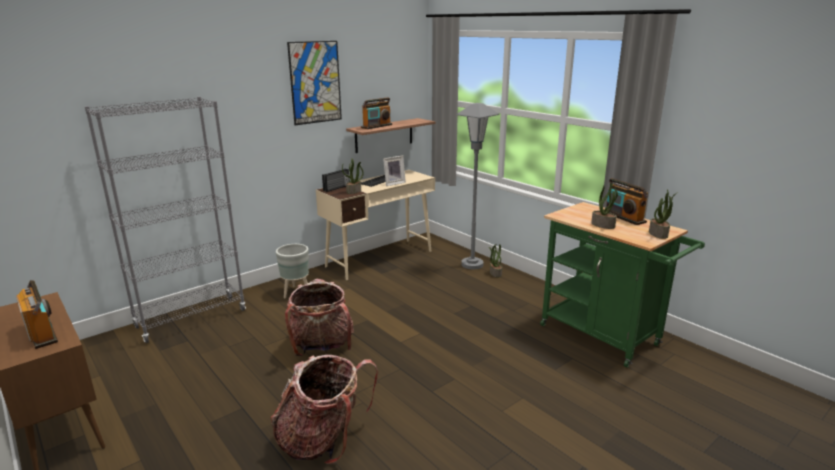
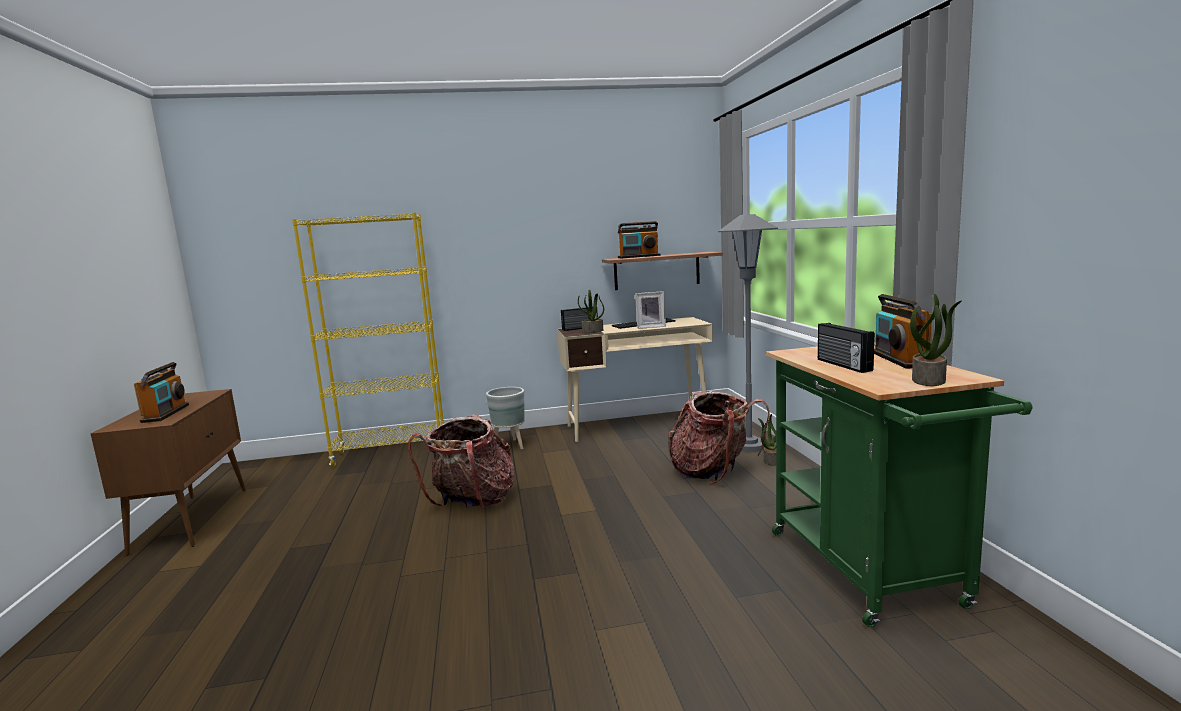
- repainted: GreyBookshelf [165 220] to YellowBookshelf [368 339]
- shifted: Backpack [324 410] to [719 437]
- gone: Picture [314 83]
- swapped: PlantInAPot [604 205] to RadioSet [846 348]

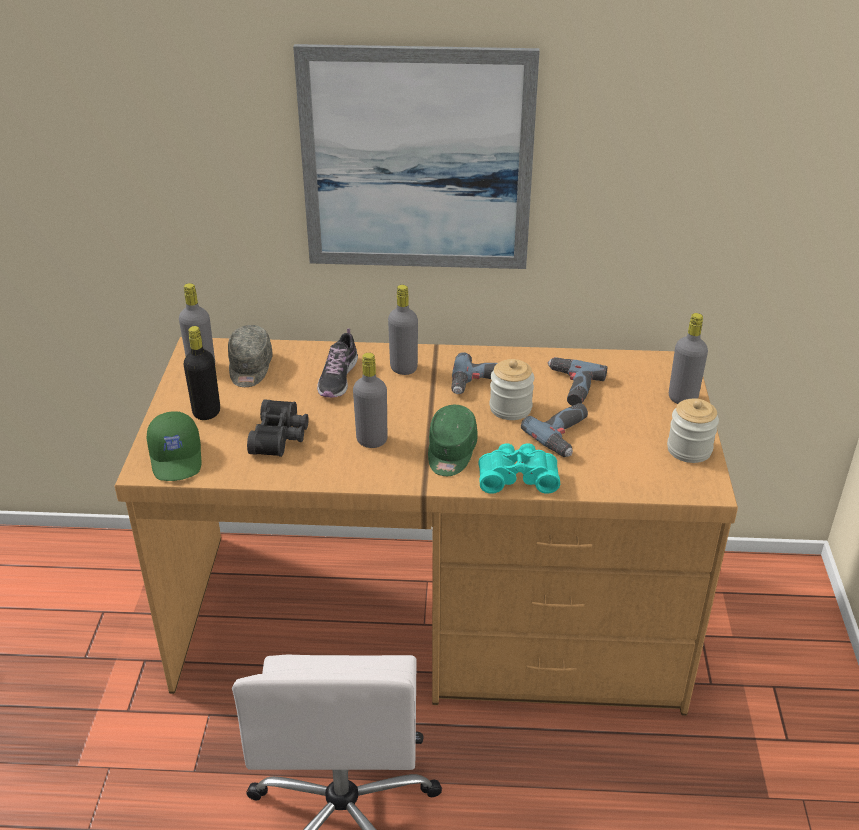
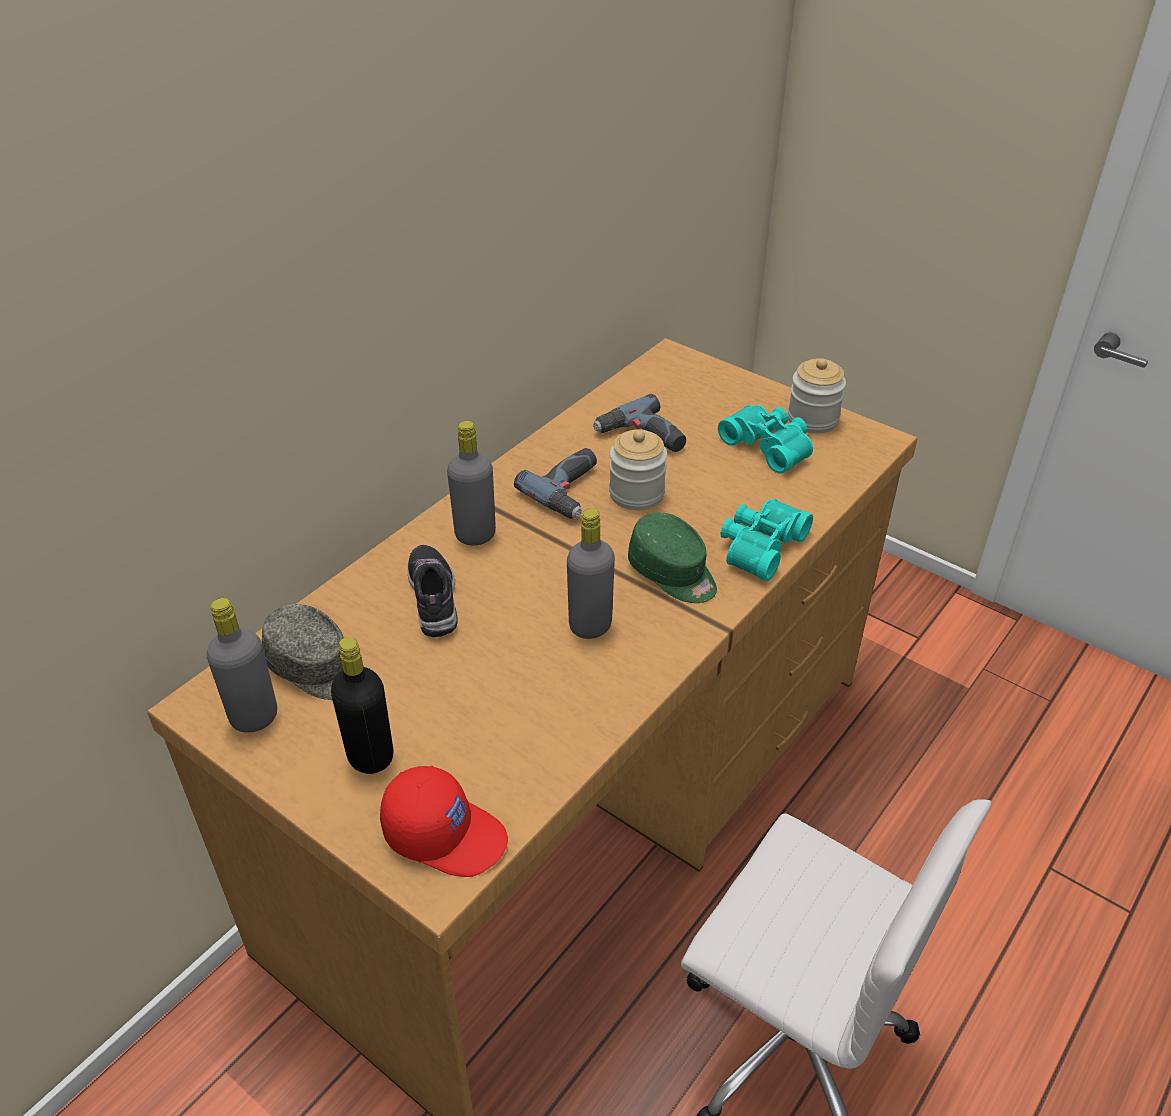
- repainted: GreenishPeakedCap [174 446] to ReddishPeakedCap [444 821]
- gone: BlackColouredBinoculars [278 428]
- gone: Picture [416 156]
- rotated: Shoe [337 363] = [432 591] 150 degrees counterclockwise
- gone: ElectricDrill [554 430]
- gone: GreyBottle [688 358]
- new: TurquoiseBinoculars [765 439]

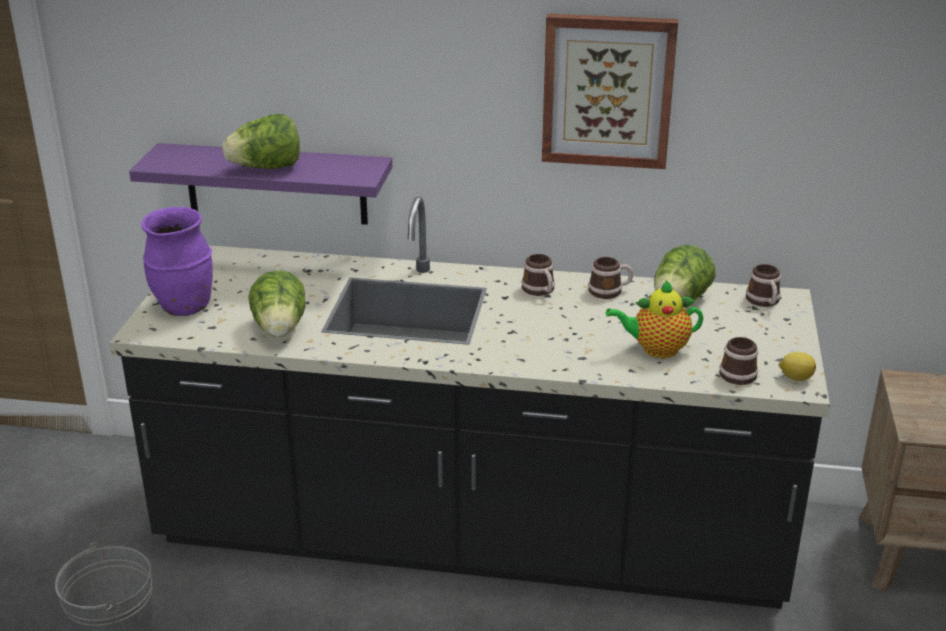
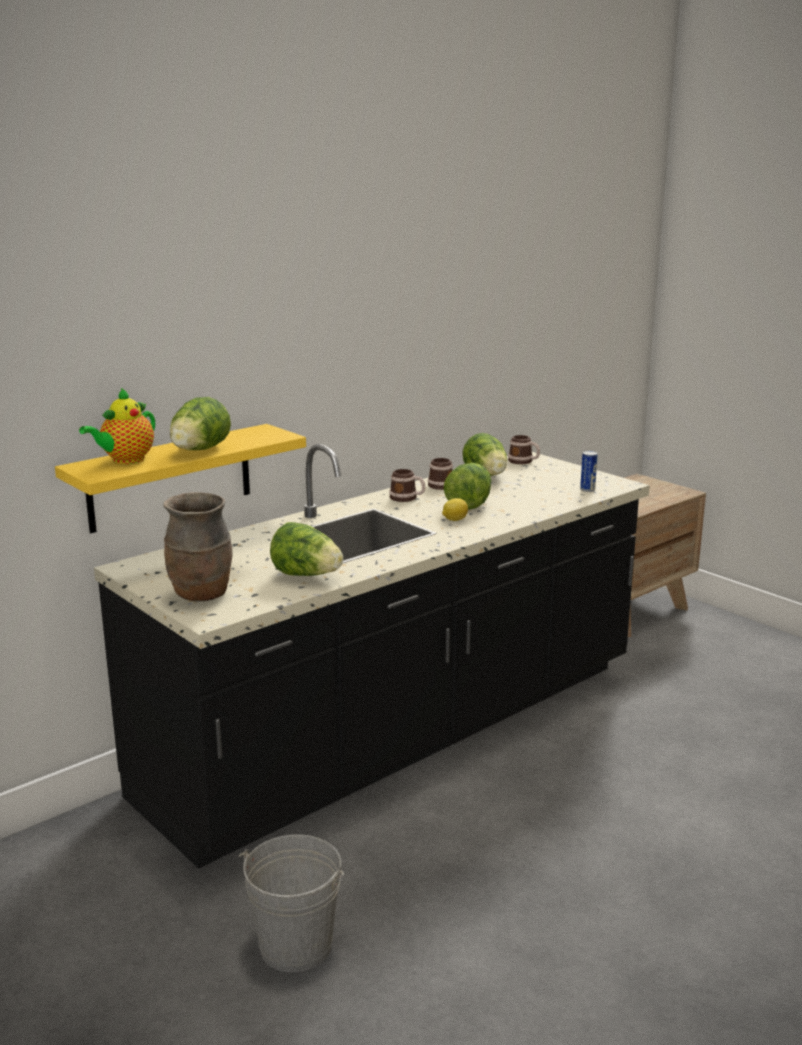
- repainted: PurpleColouredBracketShelf [260 184] to YellowBracketShelf [180 478]
- repainted: PurpleColouredFlowerVase [177 261] to BrownFlowerVase [197 547]
- gone: Picture [610 91]
- shifted: TeaPot [654 319] to [117 426]
- swapped: TeaMug [738 360] to SealedCan [589 471]
- shifted: CitrusFruit [797 366] to [455 509]
- new: LettuceHead [468 486]

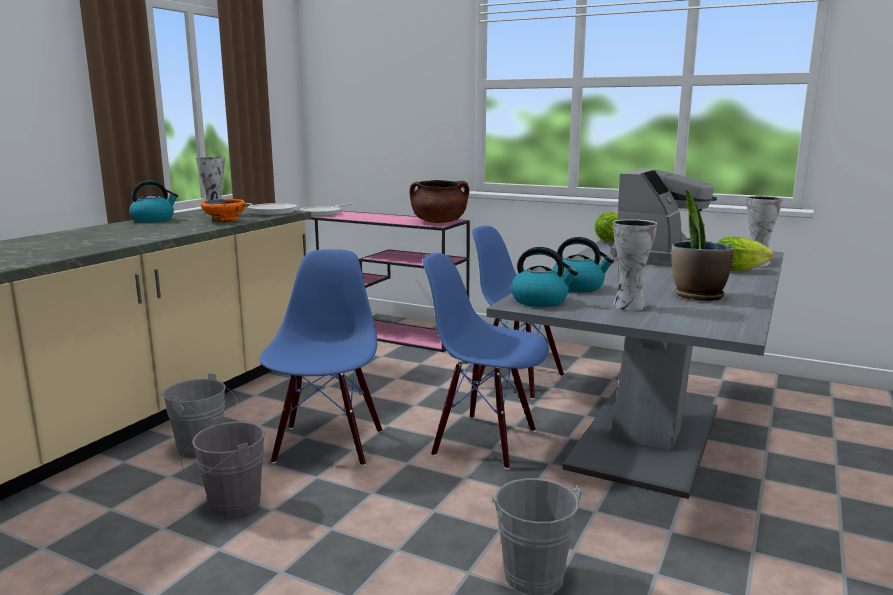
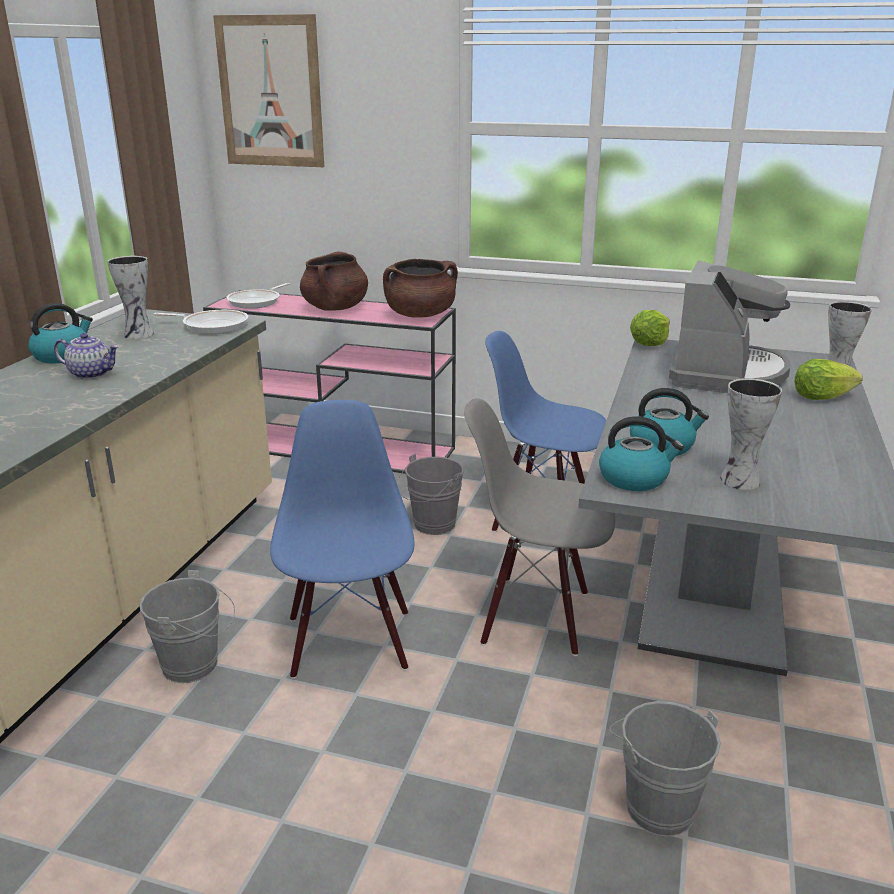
- shifted: GreyWaterBucket [223 467] to [430 494]
- gone: OrangeyDeepDish [223 211]
- repainted: BlueColouredUprightChair [486 361] to GreyUprightChair [539 527]
- gone: PlantInAPot [703 245]
- new: TeaPot [86 356]
- new: Picture [268 90]
- new: BrownCookingPot [334 281]

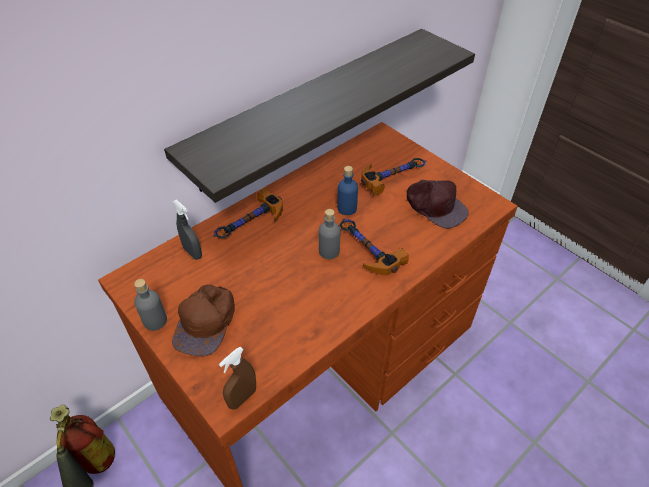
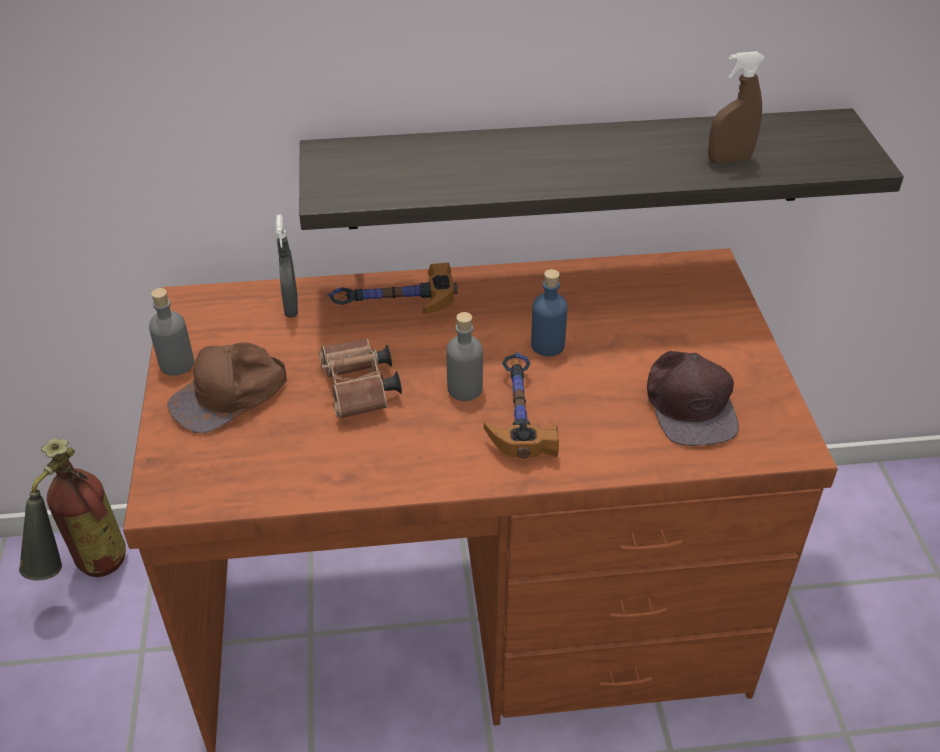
- shifted: BrownSprayer [237 378] to [736 107]
- gone: Hammer [393 177]
- new: BrownBinoculars [360 379]

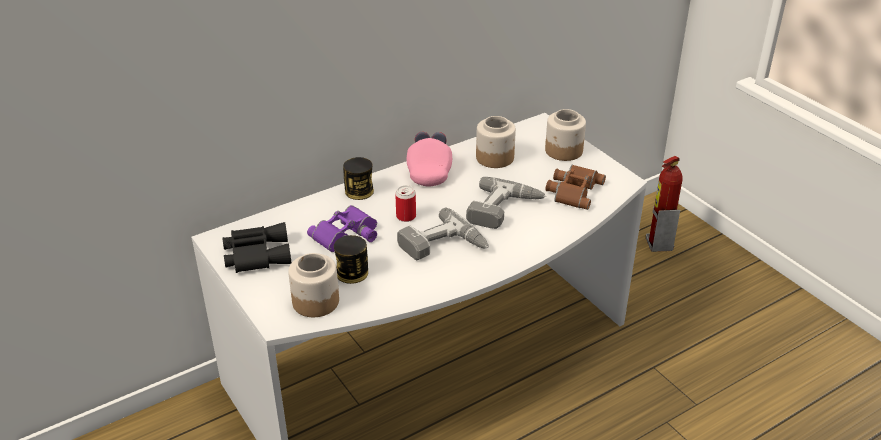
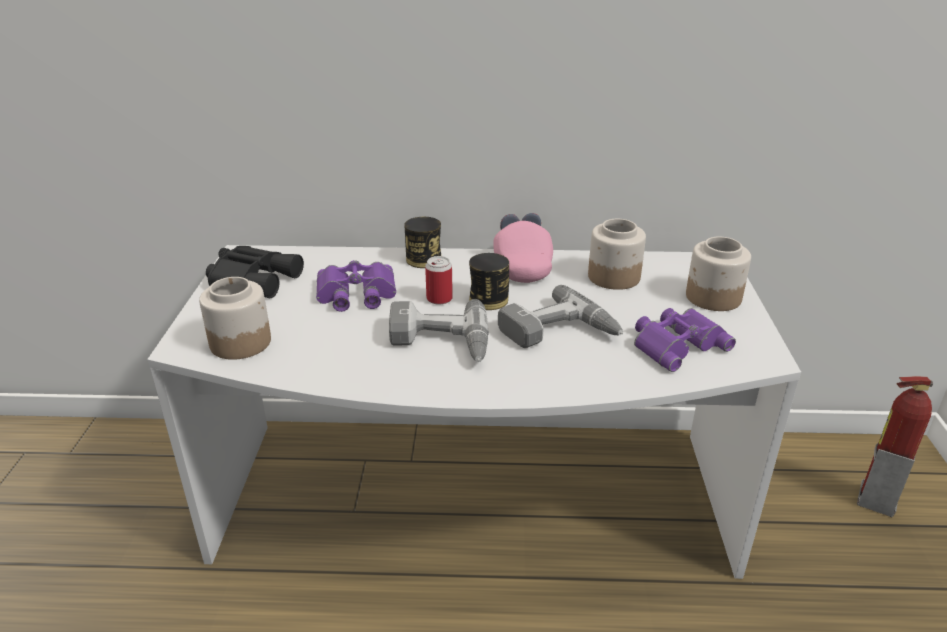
- shifted: SealedCan [351 259] to [489 281]
- rotated: PinkColouredPeakedCap [429 159] = [523 248] 45 degrees counterclockwise
- repainted: BrownBinoculars [576 187] to PurpleColouredBinoculars [685 340]

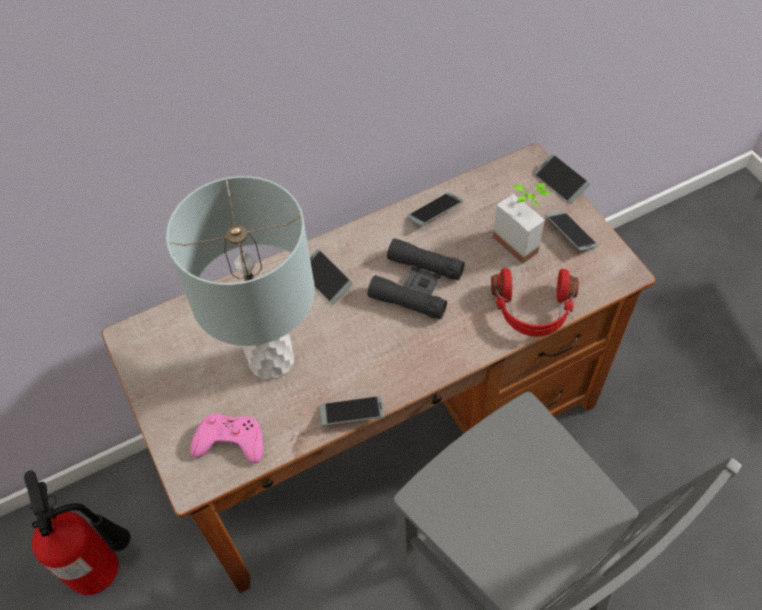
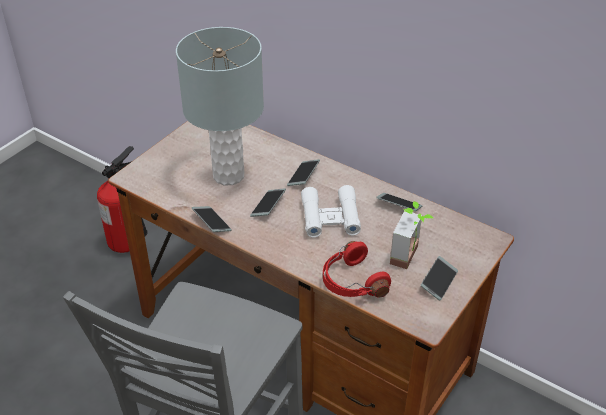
- gone: PinkColouredGameController [226 438]
- repainted: BlackColouredBinoculars [416 278] to WhiteBinoculars [331 211]
- shifted: Telephone [562 178] to [268 202]

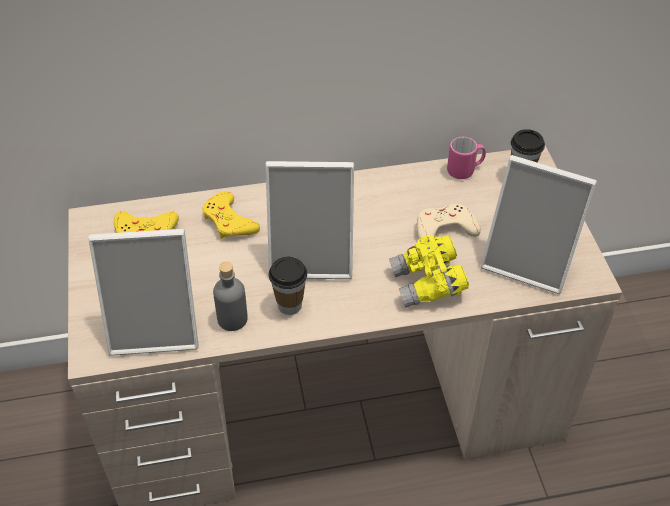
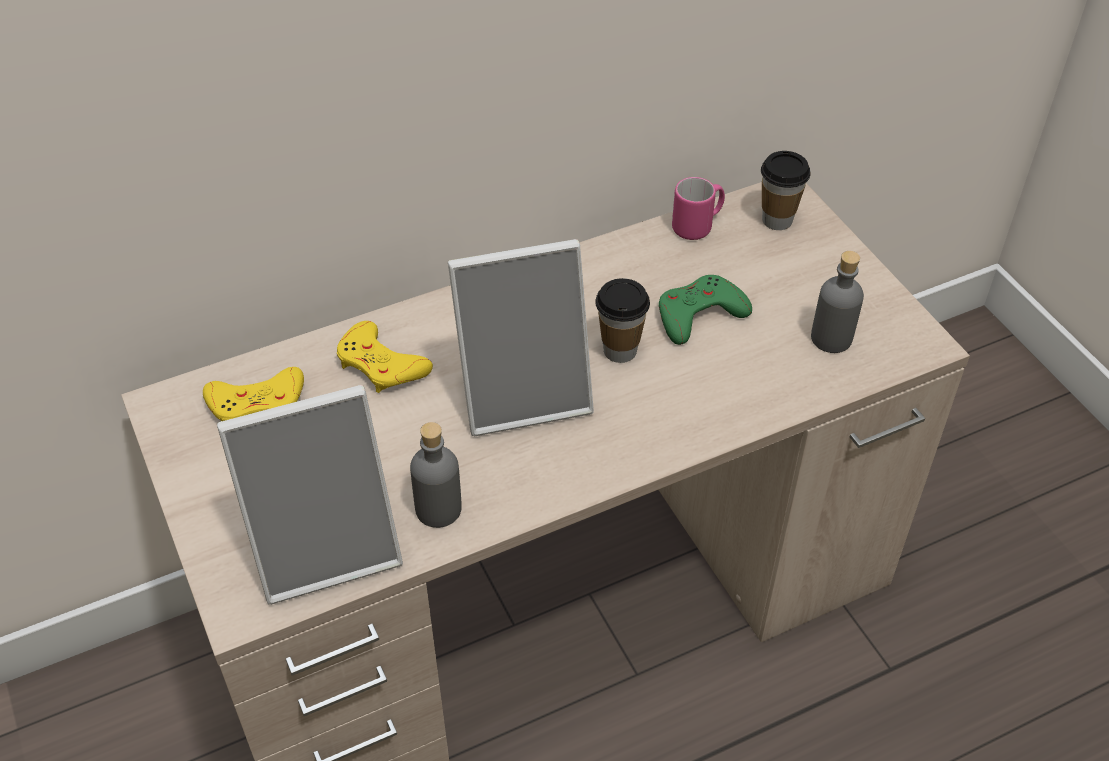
- shifted: Cup [287 286] to [622 320]
- gone: YellowBinoculars [429 271]
- repainted: BeigeGameController [449 221] to GreenishGameController [705 310]
- swapped: PictureFrame [539 224] to GreyBottle [837 302]

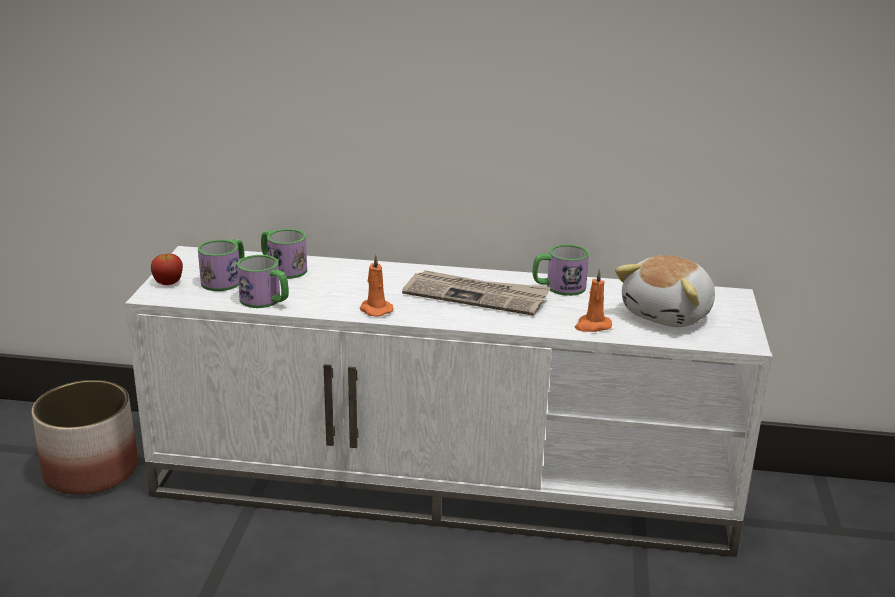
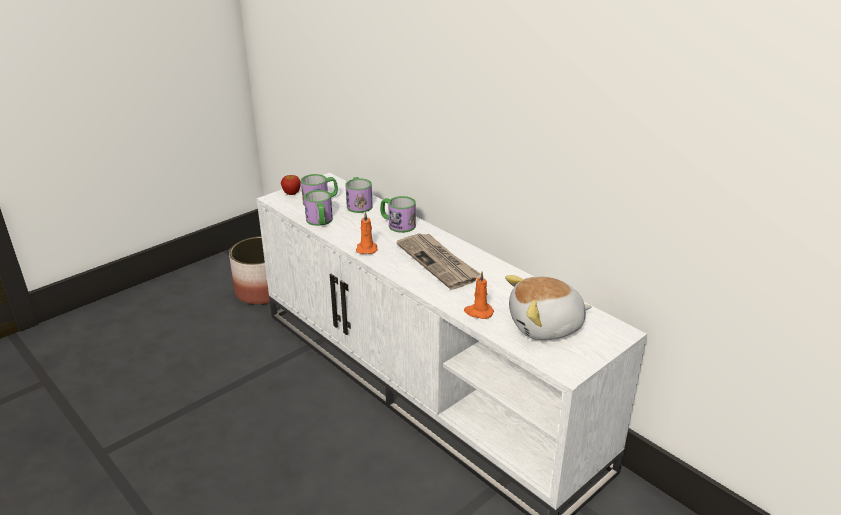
- shifted: TeaMug [560 270] to [398 214]

